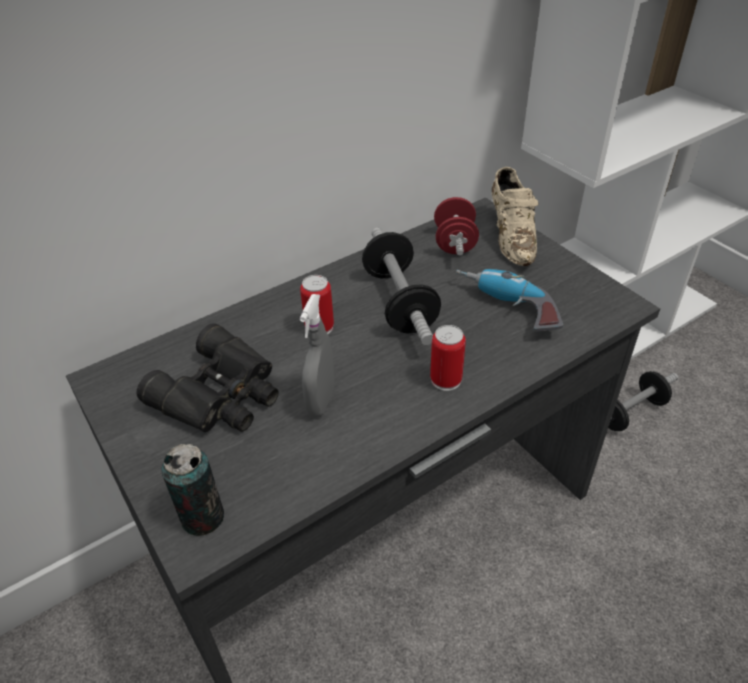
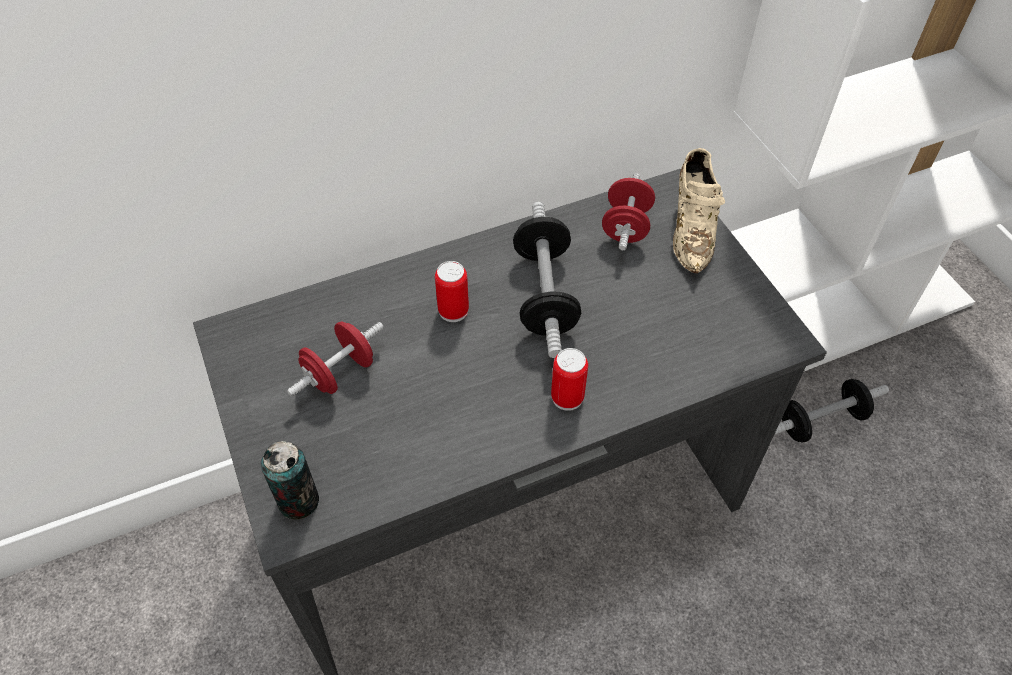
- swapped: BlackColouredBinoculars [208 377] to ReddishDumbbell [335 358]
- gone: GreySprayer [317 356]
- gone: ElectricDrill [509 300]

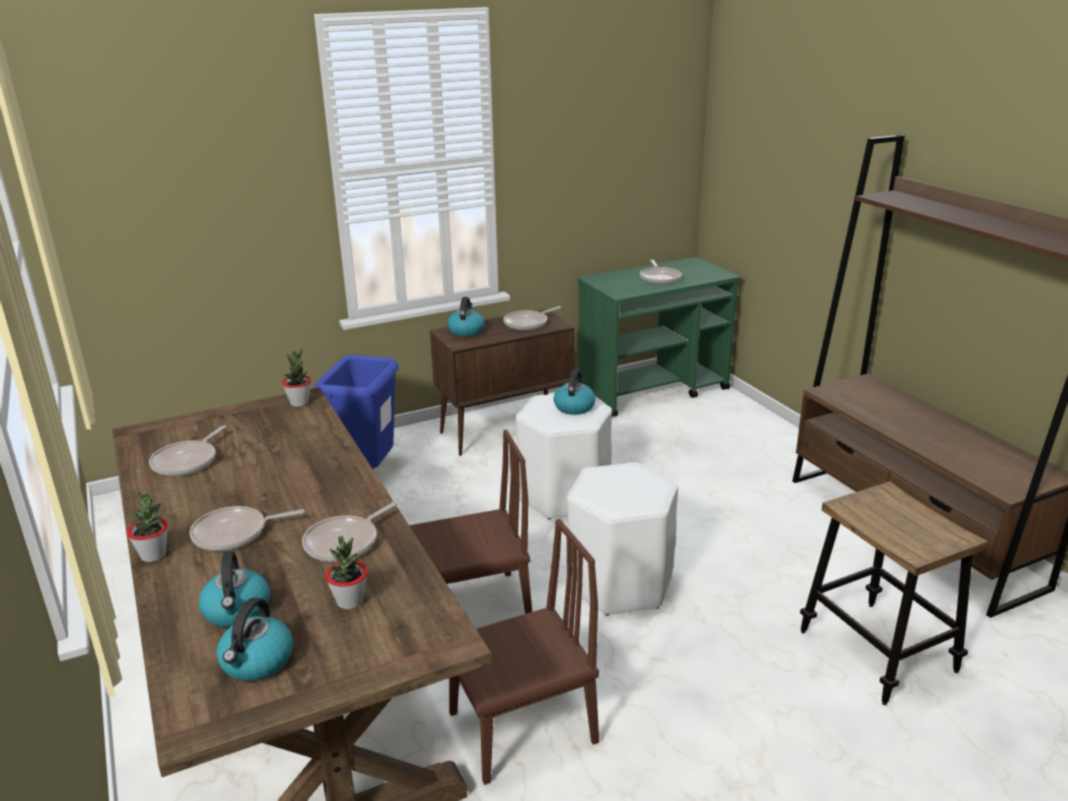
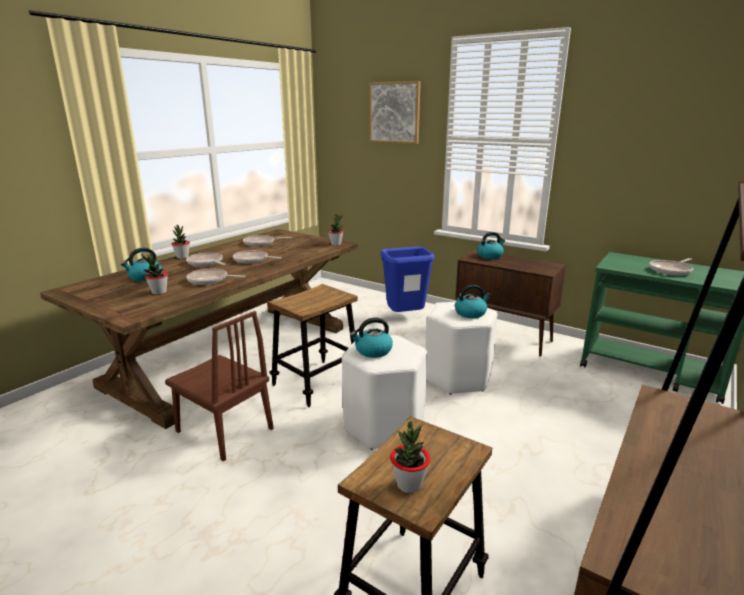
- shifted: TeaKettle [254 639] to [371 337]
- swapped: BrownUprightChair [470 522] to Stool [312 345]
- shifted: Skillet [532 318] to [257 256]
- new: Picture [395 112]
- new: PlantInAPot [410 457]

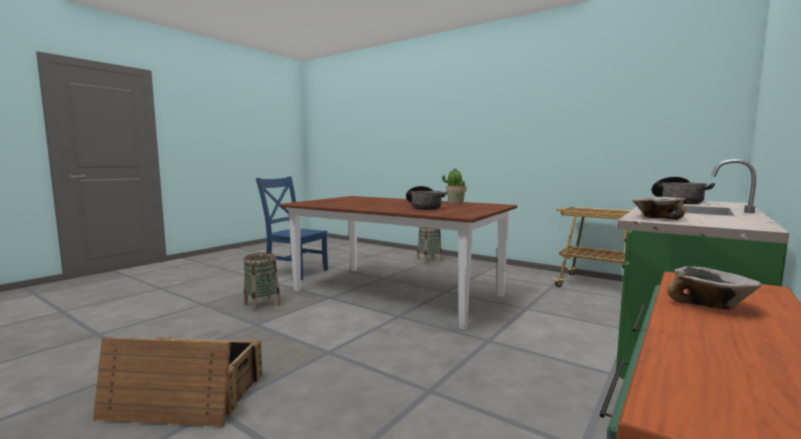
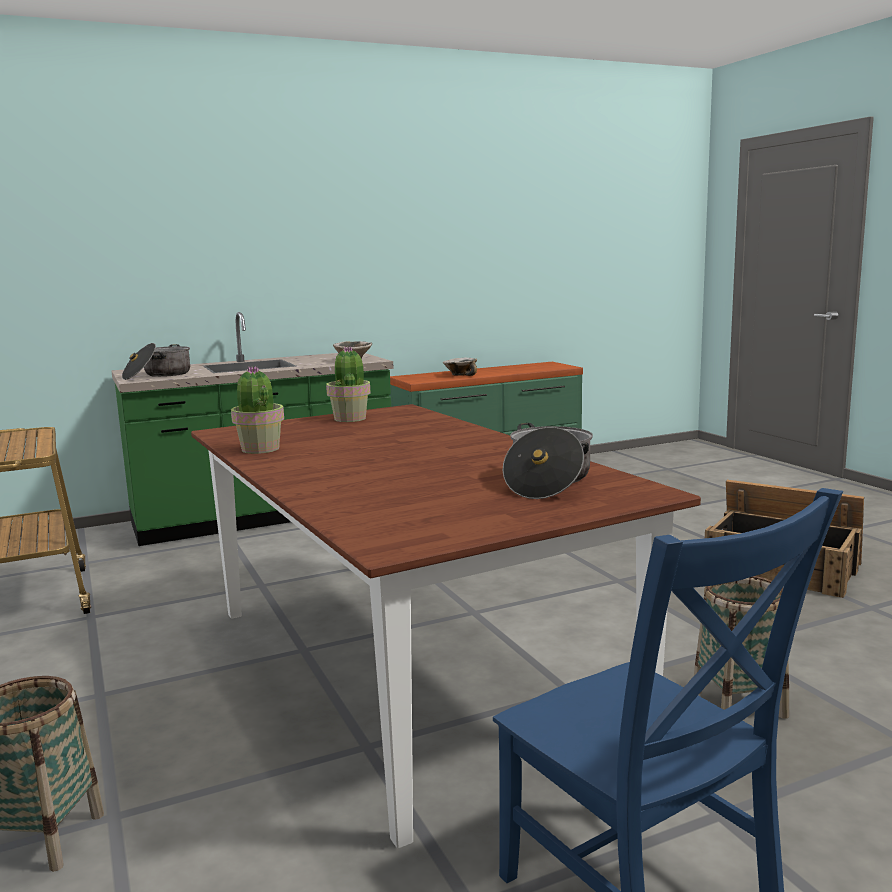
- shifted: CookingPot [426 198] to [548 461]
- new: PlantInAPot [348 384]

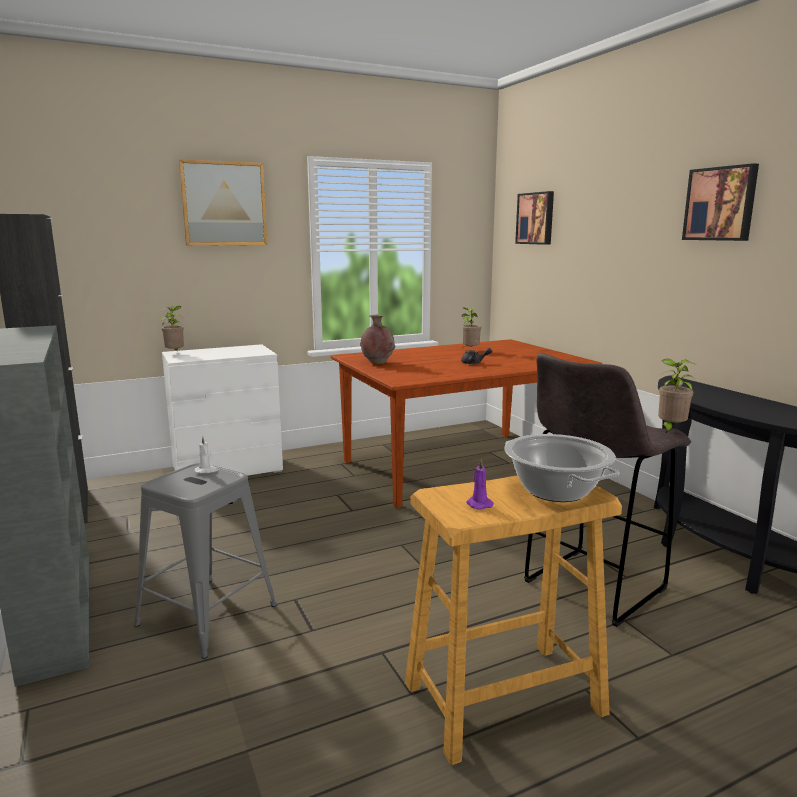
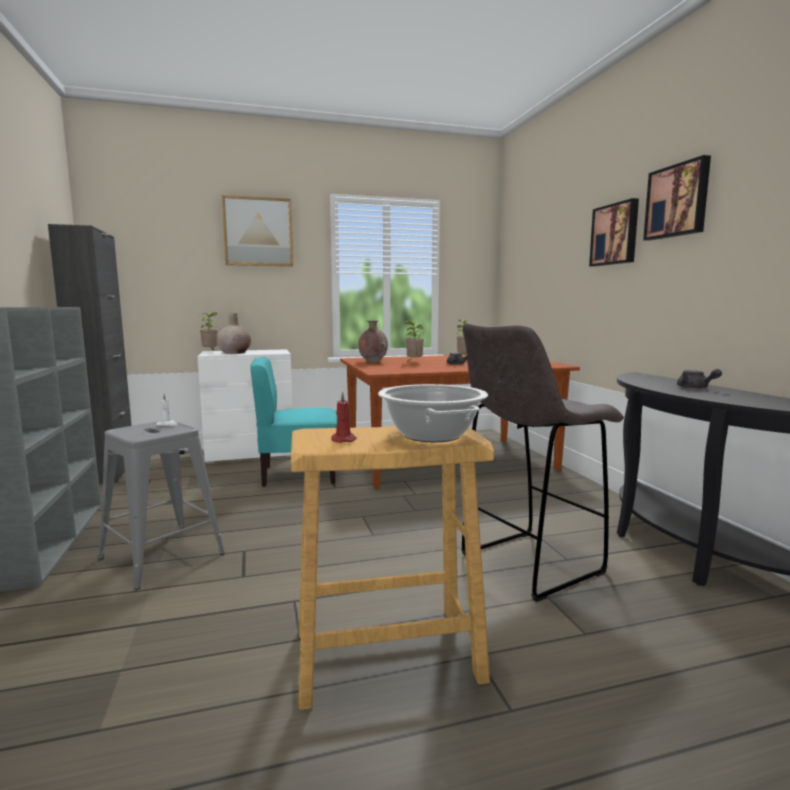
- repainted: PurpleColouredCandle [480 484] to ReddishCandle [344 417]
- shifted: Picture [534 218] to [614 232]
- shifted: PlantInAPot [677 396] to [414 341]
- new: BeigeFlowerVase [234 333]
- new: TurquoiseUprightChair [293 422]
- new: GreyTeaPot [699 379]

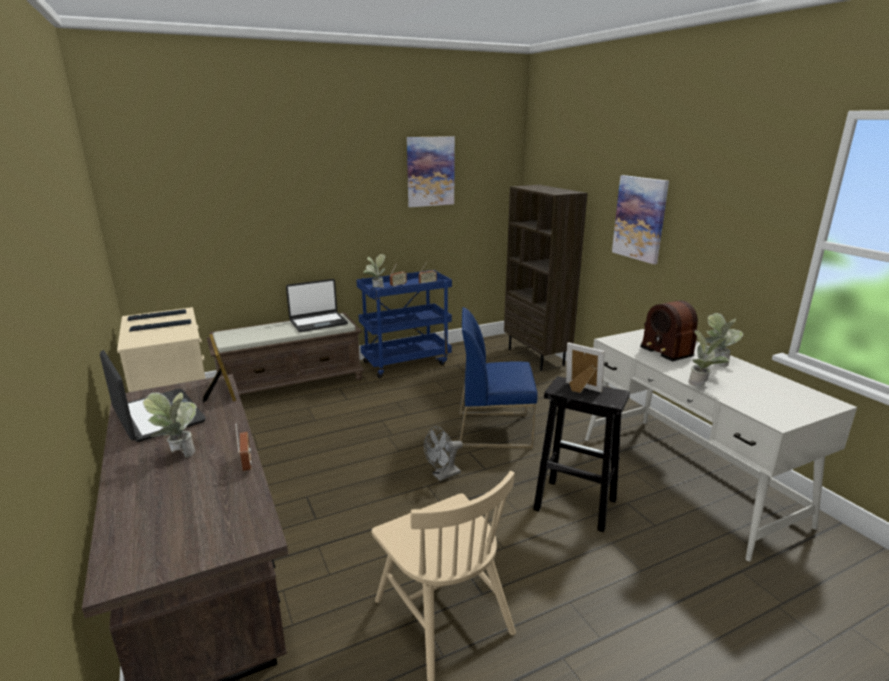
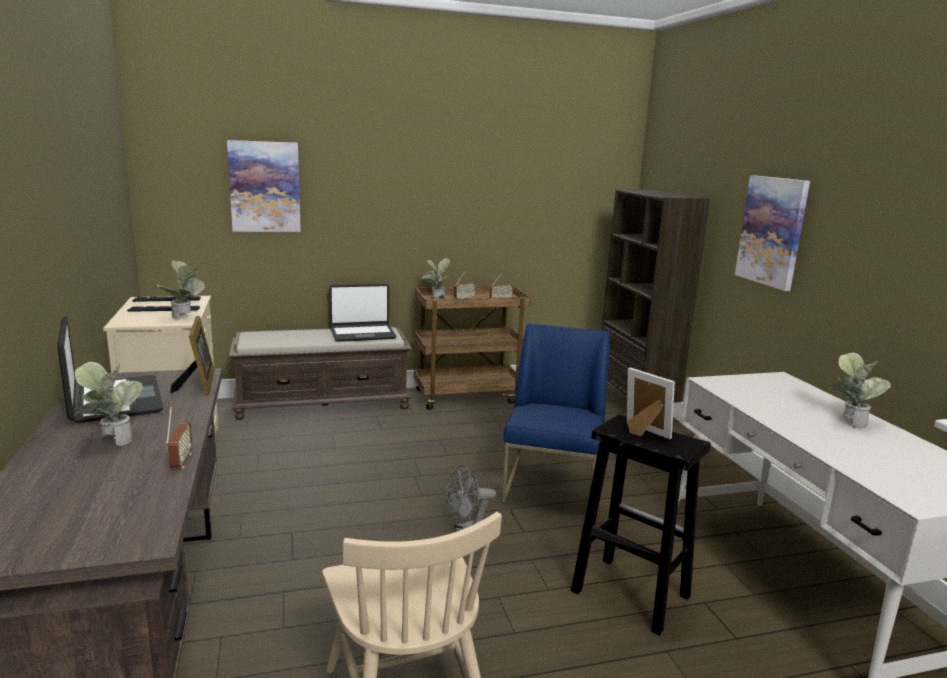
- repainted: BlueColouredCart [404 324] to BrownCart [472 348]
- shifted: Picture [431 171] to [264 186]
- rotated: BlueColouredUprightChair [498 377] = [556 413] 90 degrees clockwise
- gone: RadioSet [669 330]
- shifted: PlantInAPot [709 358] to [180 289]

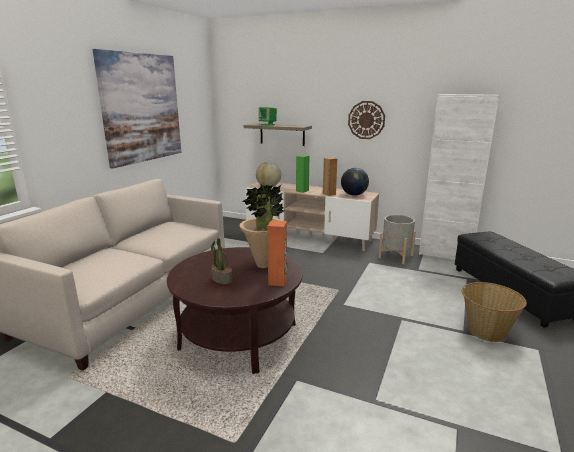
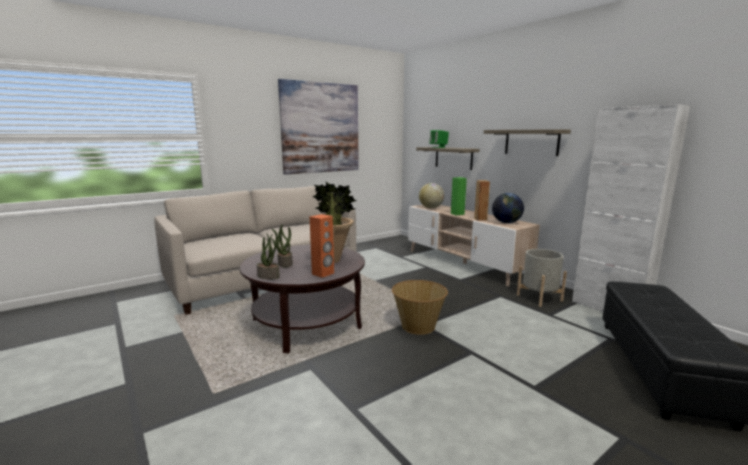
- swapped: ClockOnTheWall [366 120] to BracketShelf [527 142]
- shifted: HouseholdBasket [494 312] to [420 307]
- new: PlantInAPot [268 257]

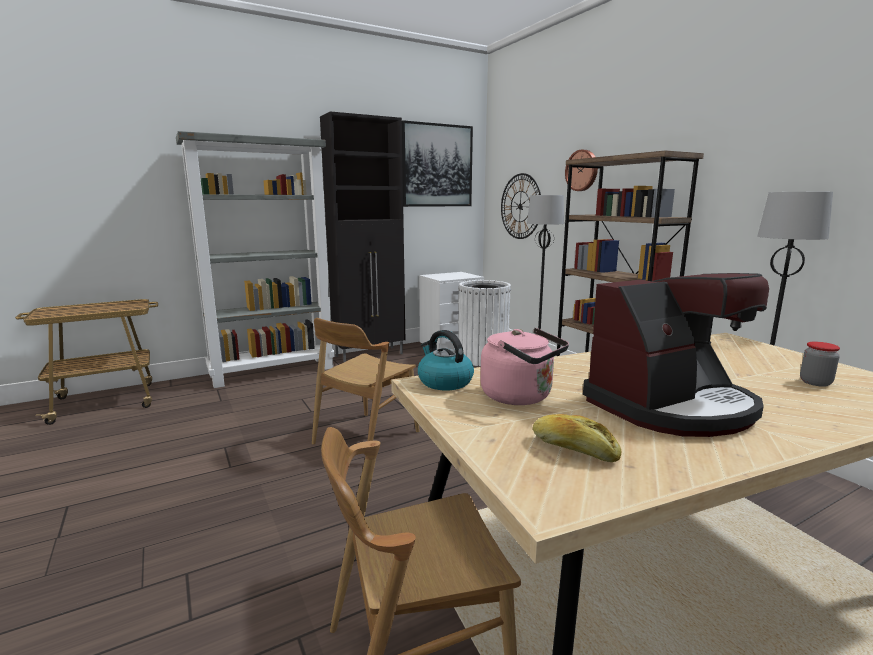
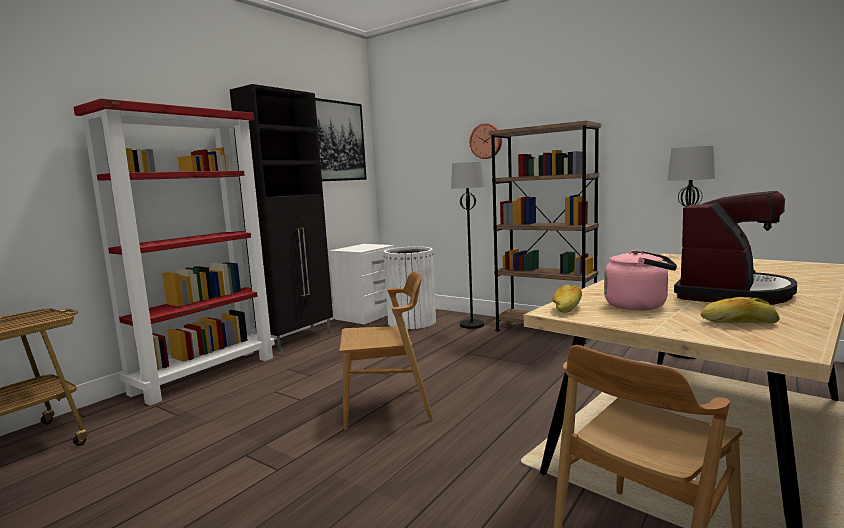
- repainted: GreyBookshelf [255 259] to ReddishBookshelf [174 252]
- rotated: BrownUprightChair [366 381] = [386 351] 105 degrees counterclockwise
- swapped: TeaKettle [446 360] to Bread [567 298]
- gone: ClockOnTheWall [521 206]
- gone: PreserveJar [820 364]

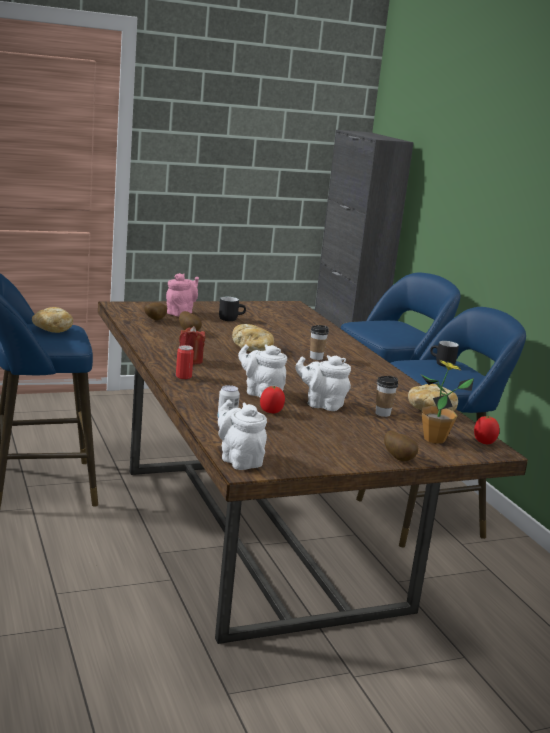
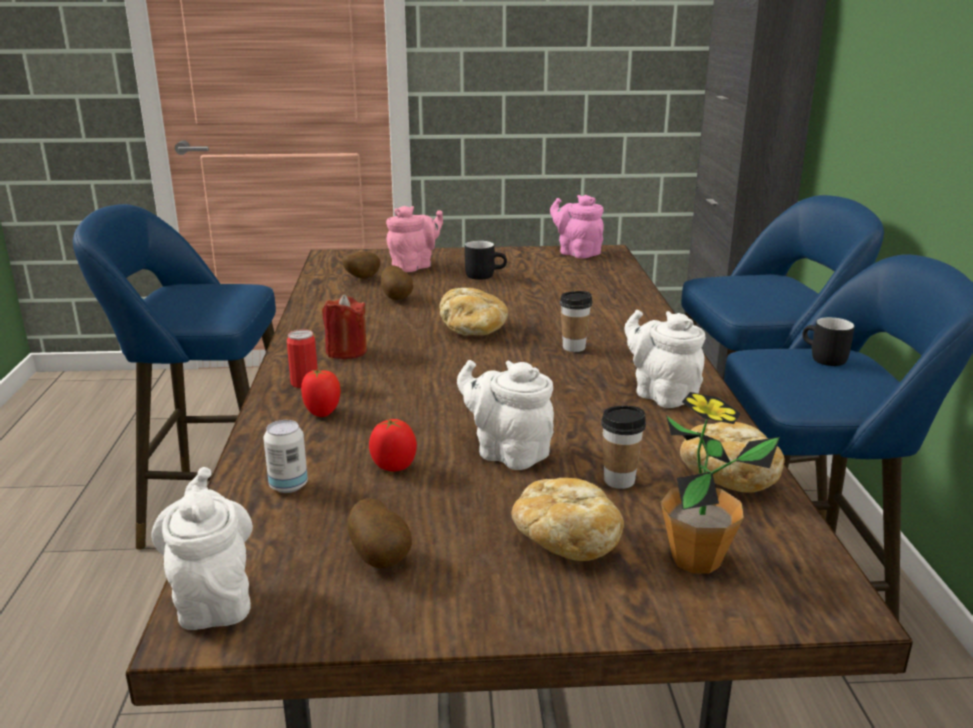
- shifted: Bread [52 320] to [568 519]
- shifted: WhiteTeaPot [262 371] to [665 359]
- shifted: Spud [401 445] to [380 533]
- shifted: WholeTomato [486 430] to [321 393]
- new: PinkColouredTeaPot [577 227]

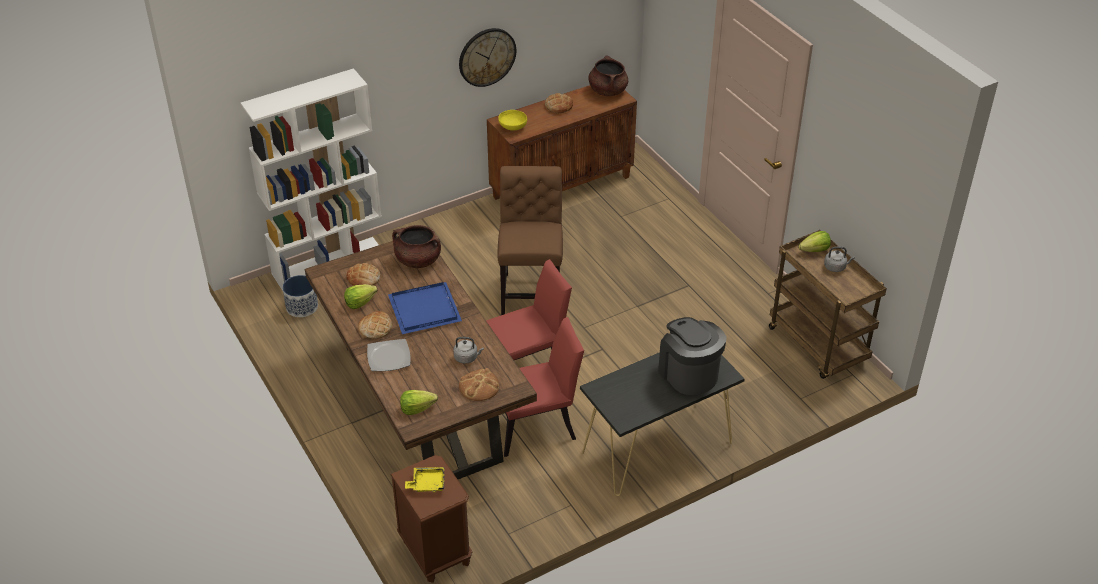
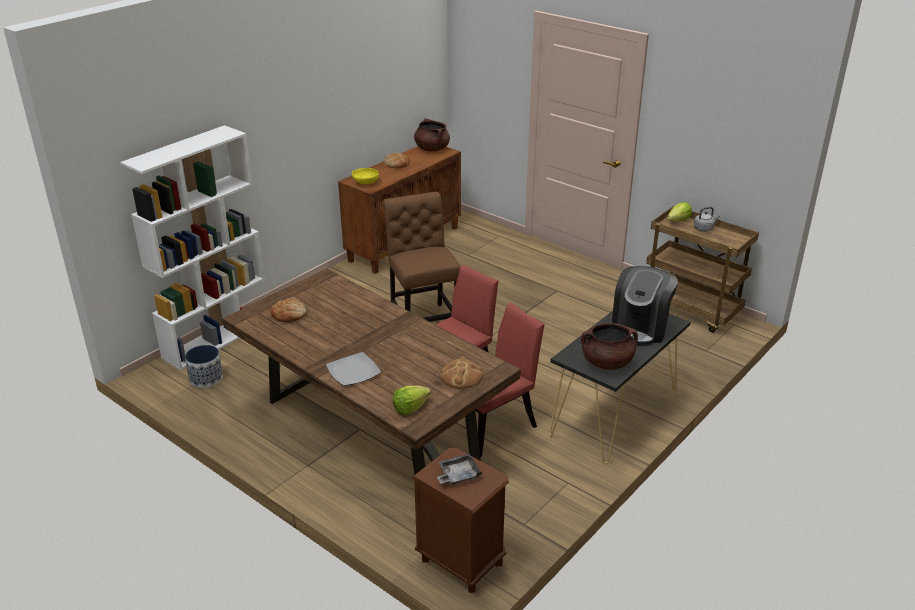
- gone: LettuceHead [361 296]
- gone: Bread [375 325]
- gone: BlueColouredTray [425 308]
- shifted: BrownCookingPot [416 246] to [609 346]
- repainted: YellowTray [424 479] to GreyTray [459 469]
- gone: GreyTeaKettle [468 350]
- gone: ClockOnTheWall [487 57]
- rotated: CoffeeMaker [692 356] = [645 306] 105 degrees counterclockwise

